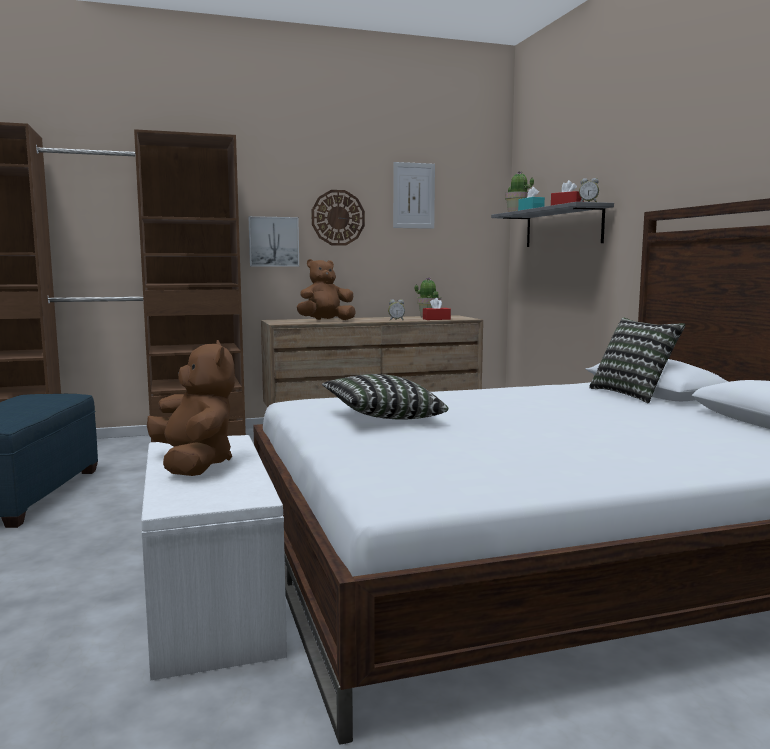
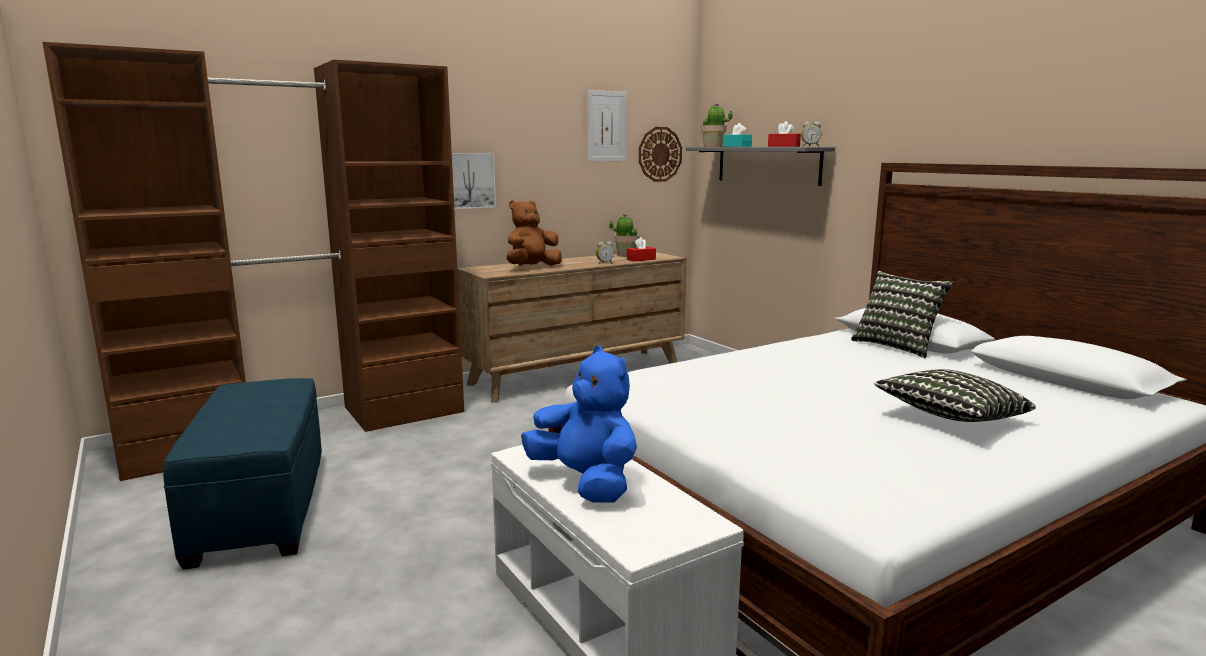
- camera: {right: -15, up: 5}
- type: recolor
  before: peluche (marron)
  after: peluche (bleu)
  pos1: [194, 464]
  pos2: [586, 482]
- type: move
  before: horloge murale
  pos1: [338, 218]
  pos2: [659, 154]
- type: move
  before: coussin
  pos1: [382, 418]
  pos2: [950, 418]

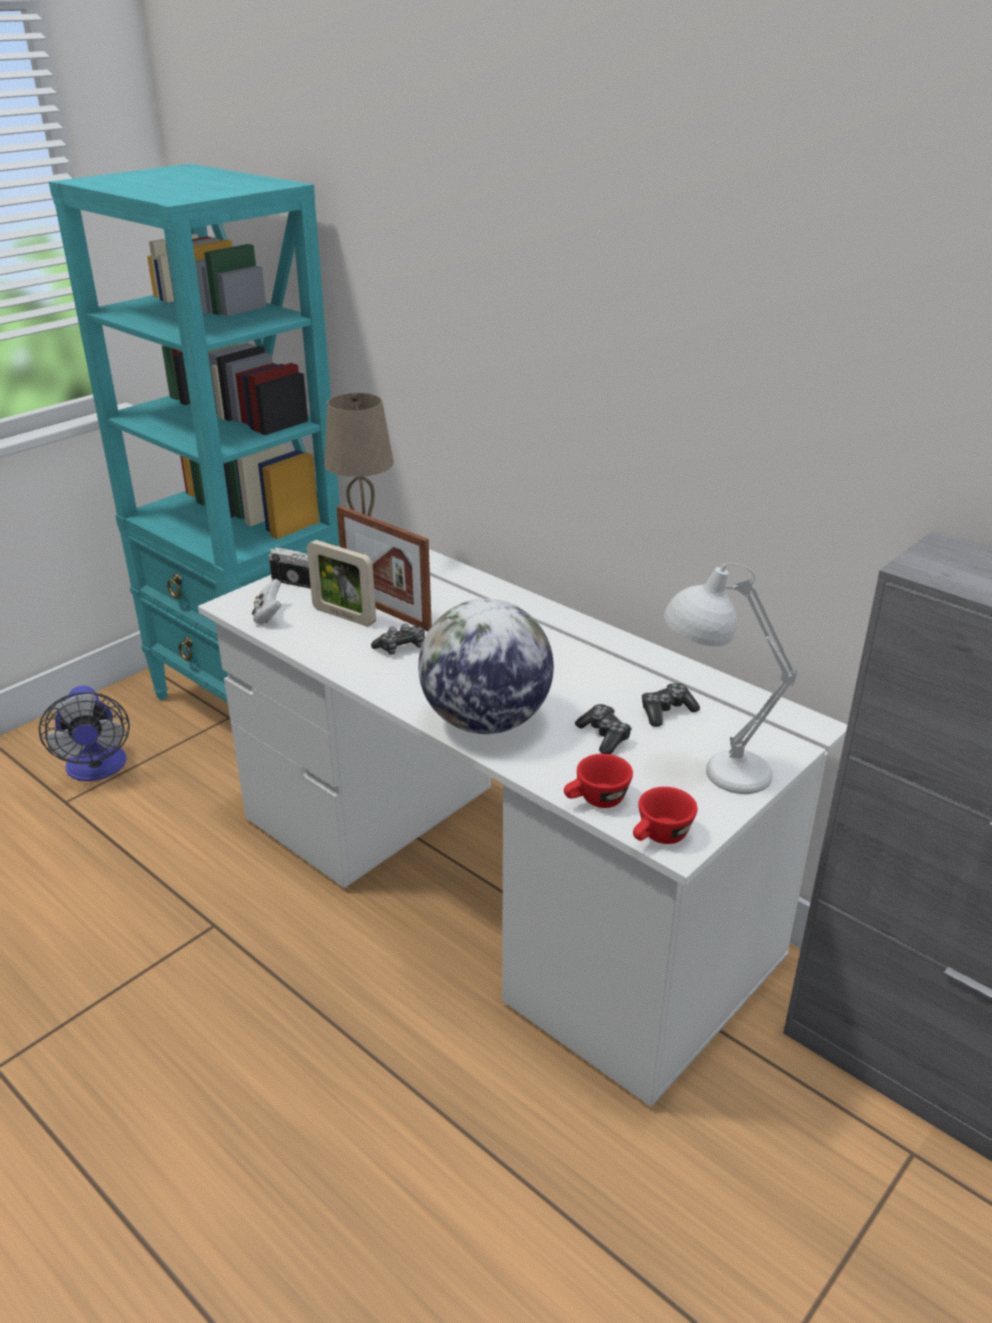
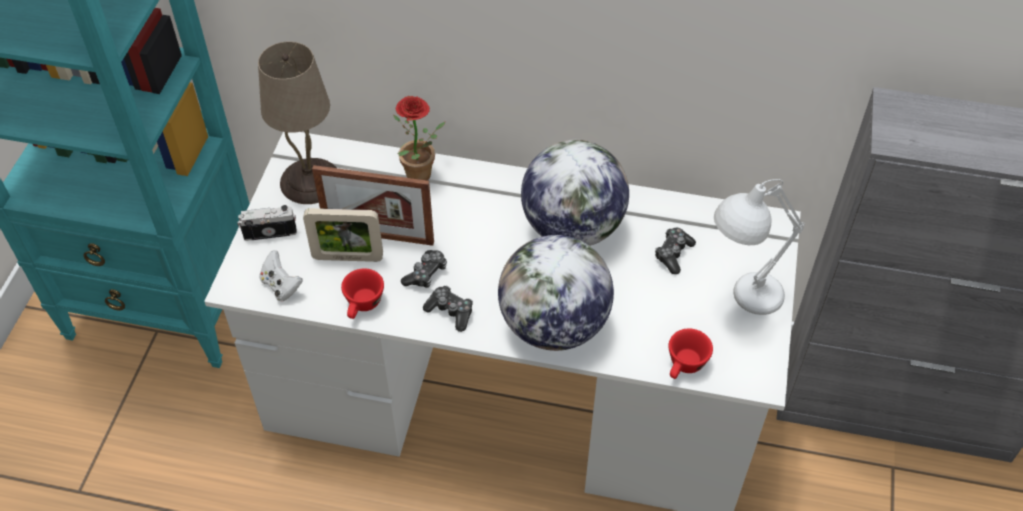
- camera: {right: -30, up: 20}
- type: delete
  before: ventilateur
  pos1: [97, 769]
- type: move
  before: manette
  pos1: [604, 736]
  pos2: [450, 312]
- type: move
  before: tasse (rouge)
  pos1: [659, 837]
  pos2: [363, 306]
- type: insert
  after: plante en pot
  pos2: [420, 178]
- type: insert
  after: globe
  pos2: [572, 228]

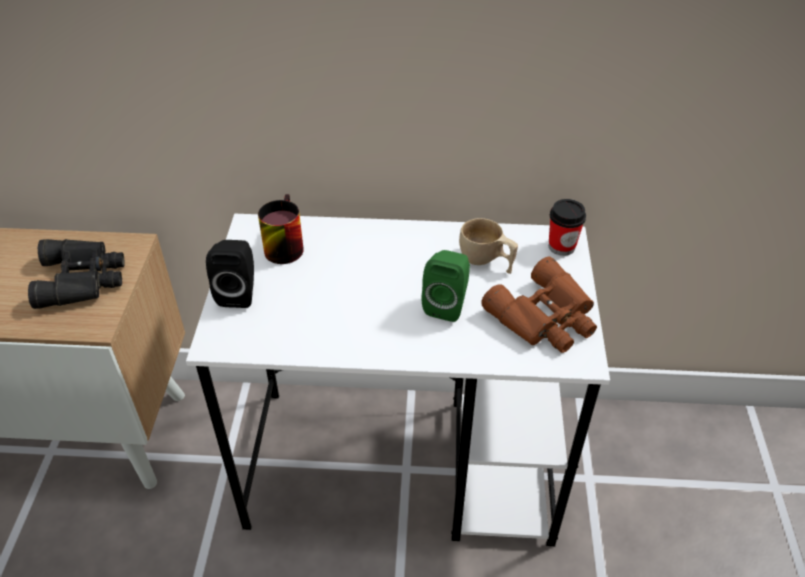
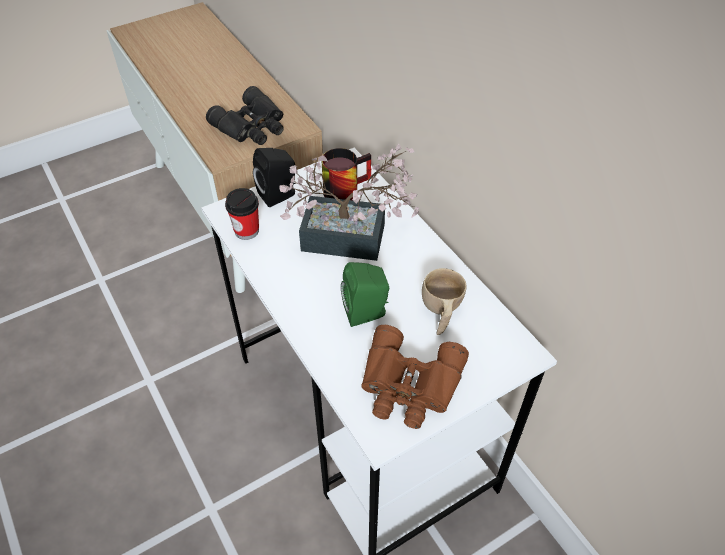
- camera: {right: 55, up: 5}
- type: move
  before: tasse
  pos1: [561, 246]
  pos2: [246, 230]
- type: insert
  after: plante en pot
  pos2: [353, 239]

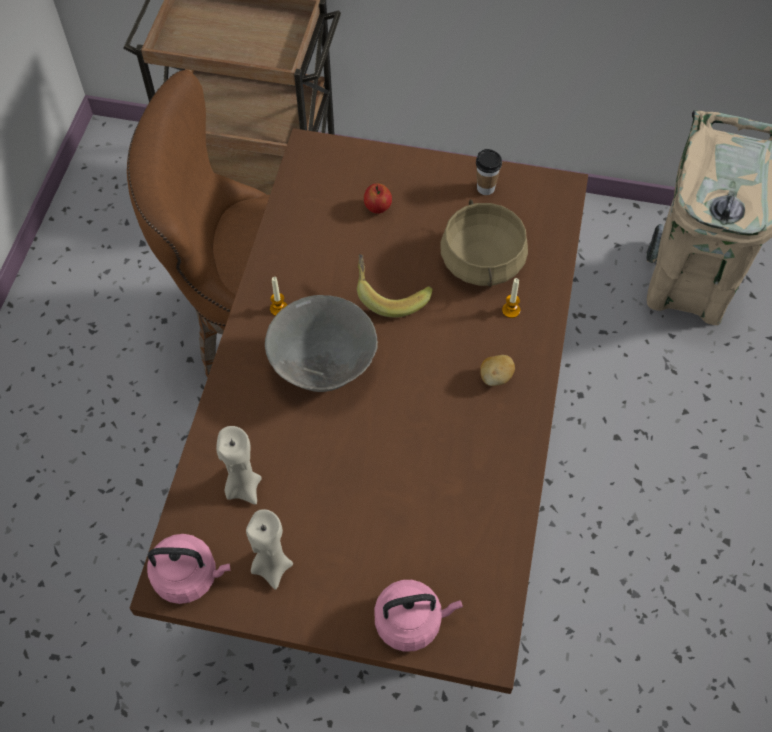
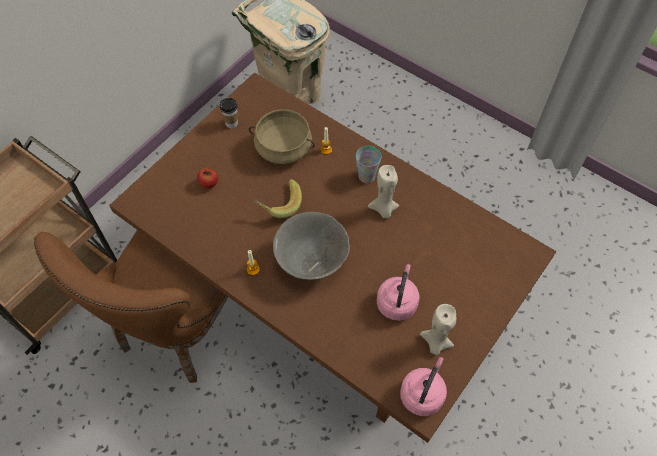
- camera: {right: -65, up: 0}
- type: move
  before: bougie (beige)
  pos1: [243, 487]
  pos2: [383, 209]
- type: move
  before: bouilloire (rose)
  pos1: [412, 621]
  pos2: [397, 302]
- type: replace
  before: pomme de terre
  after: tasse
  pos1: [495, 377]
  pos2: [366, 176]

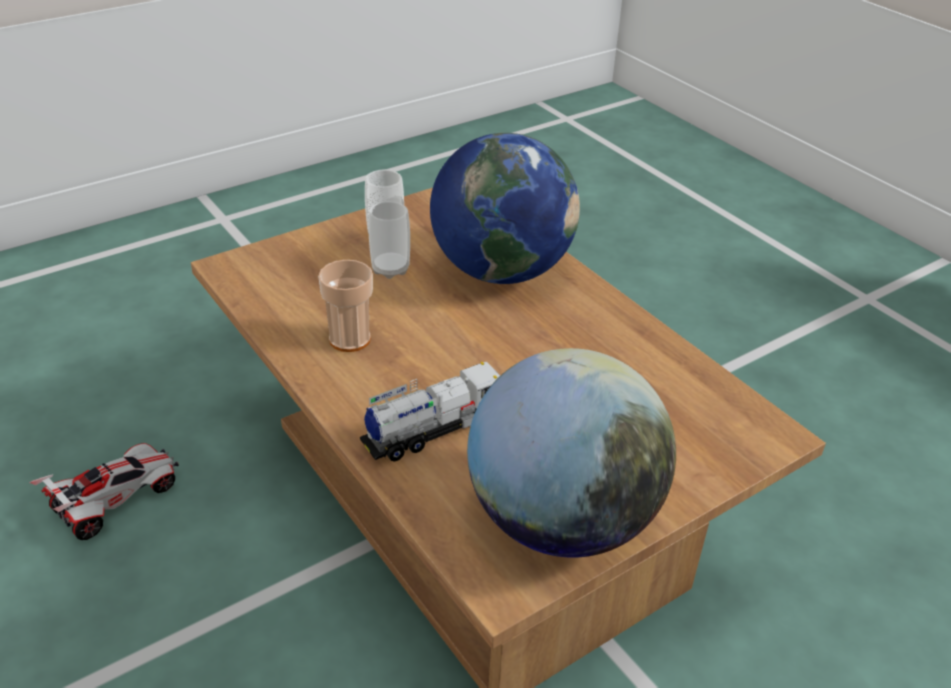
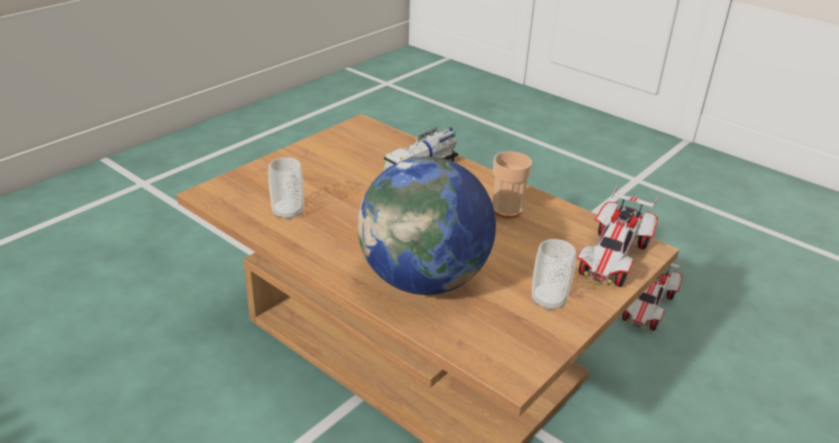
- camera: {right: 165, up: -5}
- type: move
  before: tasse
  pos1: [390, 269]
  pos2: [288, 212]
- type: delete
  before: globe
  pos1: [561, 520]
- type: insert
  after: petite voiture
  pos2: [613, 259]

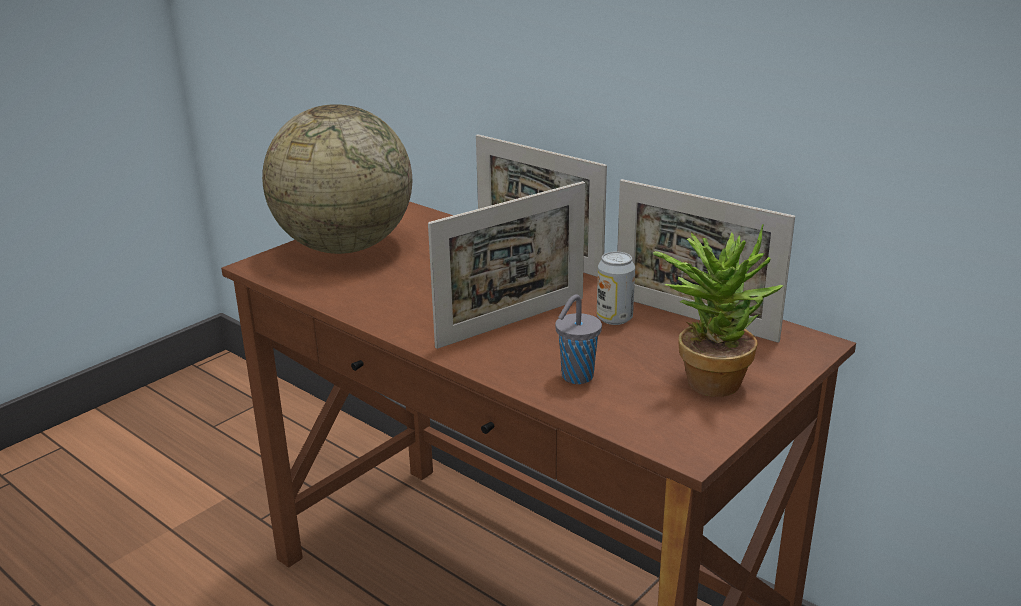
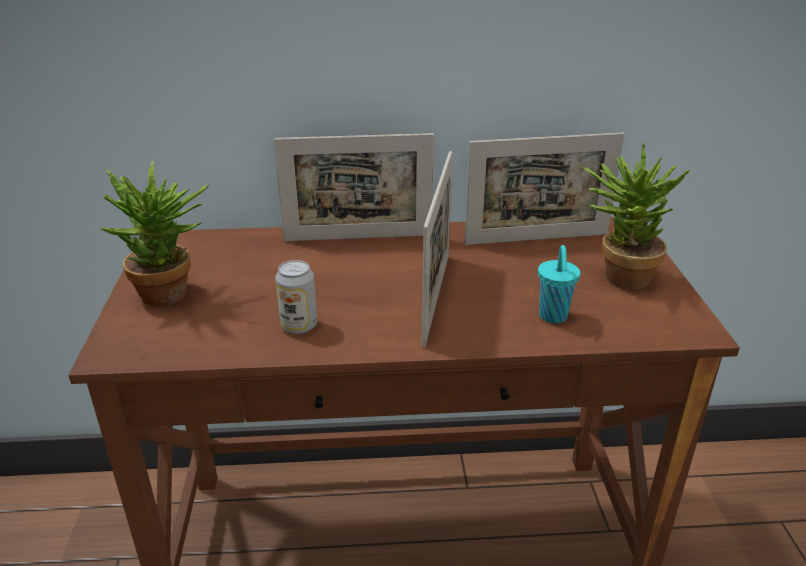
- camera: {right: -45, up: 5}
- type: replace
  before: globe
  after: plante en pot
  pos1: [344, 247]
  pos2: [172, 296]
- type: recolor
  before: tasse (gris)
  after: tasse (turquoise)
  pos1: [575, 377]
  pos2: [553, 317]
- type: move
  before: boîte métallique
  pos1: [614, 318]
  pos2: [299, 326]

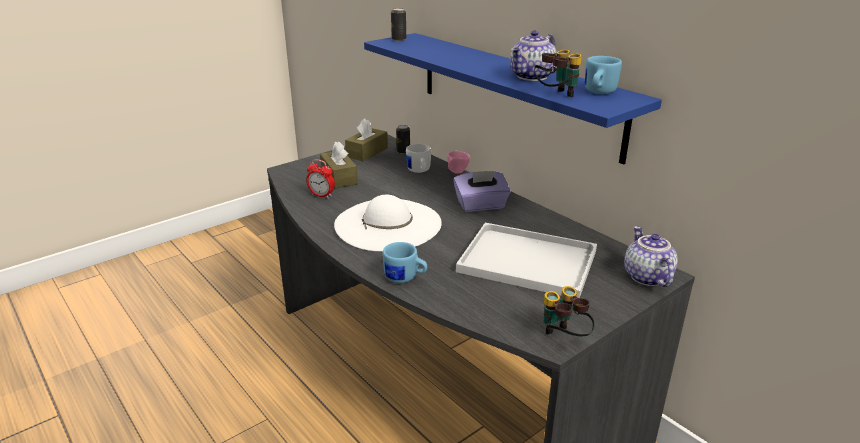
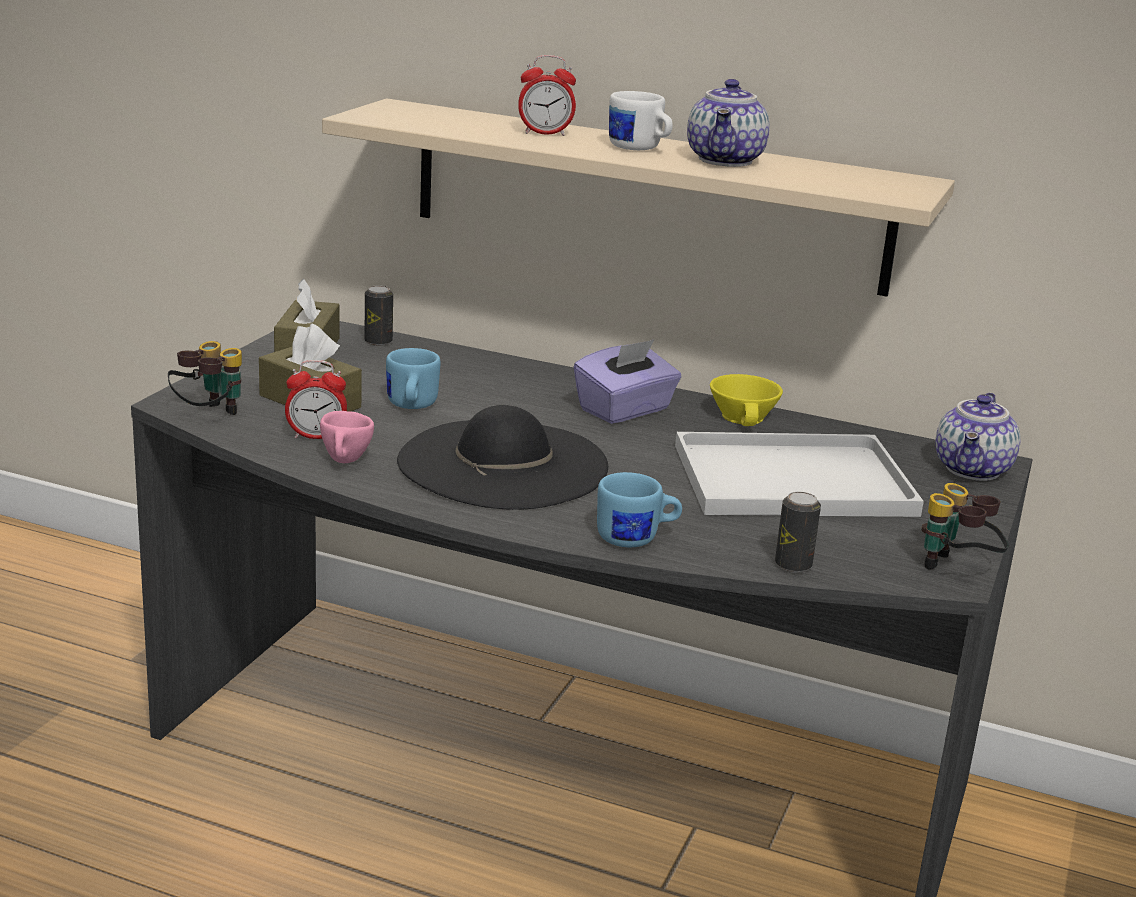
- camera: {right: -30, up: -5}
- type: recolor
  before: chapeau (blanc)
  after: chapeau (noir)
  pos1: [388, 224]
  pos2: [503, 464]
- type: recolor
  before: étagère (bleu)
  after: étagère (beige)
  pos1: [515, 92]
  pos2: [647, 195]
- type: move
  before: boîte métallique
  pos1: [399, 39]
  pos2: [793, 565]
- type: move
  before: mug (blanc)
  pos1: [419, 171]
  pos2: [639, 149]
- type: move
  before: tasse (rose)
  pos1: [456, 173]
  pos2: [345, 462]
- type: move
  before: jumelles
  pos1: [555, 96]
  pos2: [208, 415]
- type: move
  before: mug (bleu)
  pos1: [598, 92]
  pos2: [410, 406]
- type: rotate
  before: théière
  pos1: [646, 277]
  pos2: [974, 470]
  turn: -120
- type: insert
  after: réveil
  pos2: [545, 133]
- type: insert
  after: tasse (jaune)
  pos2: [746, 417]

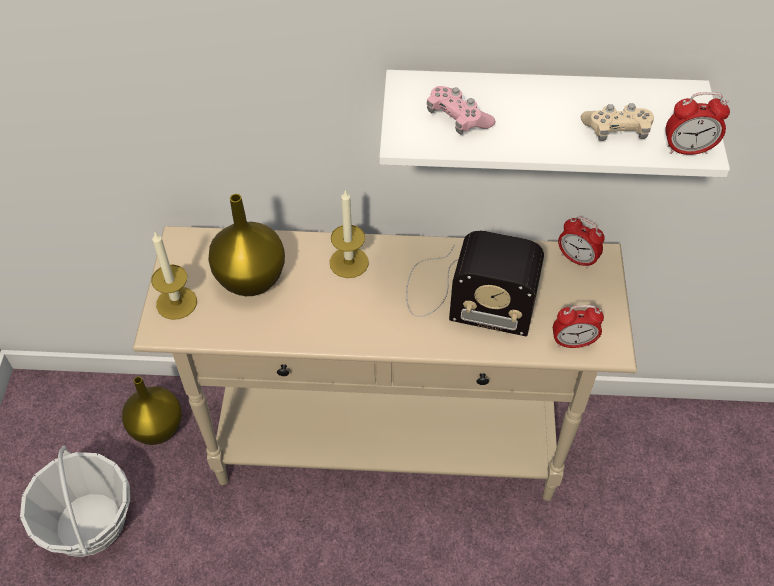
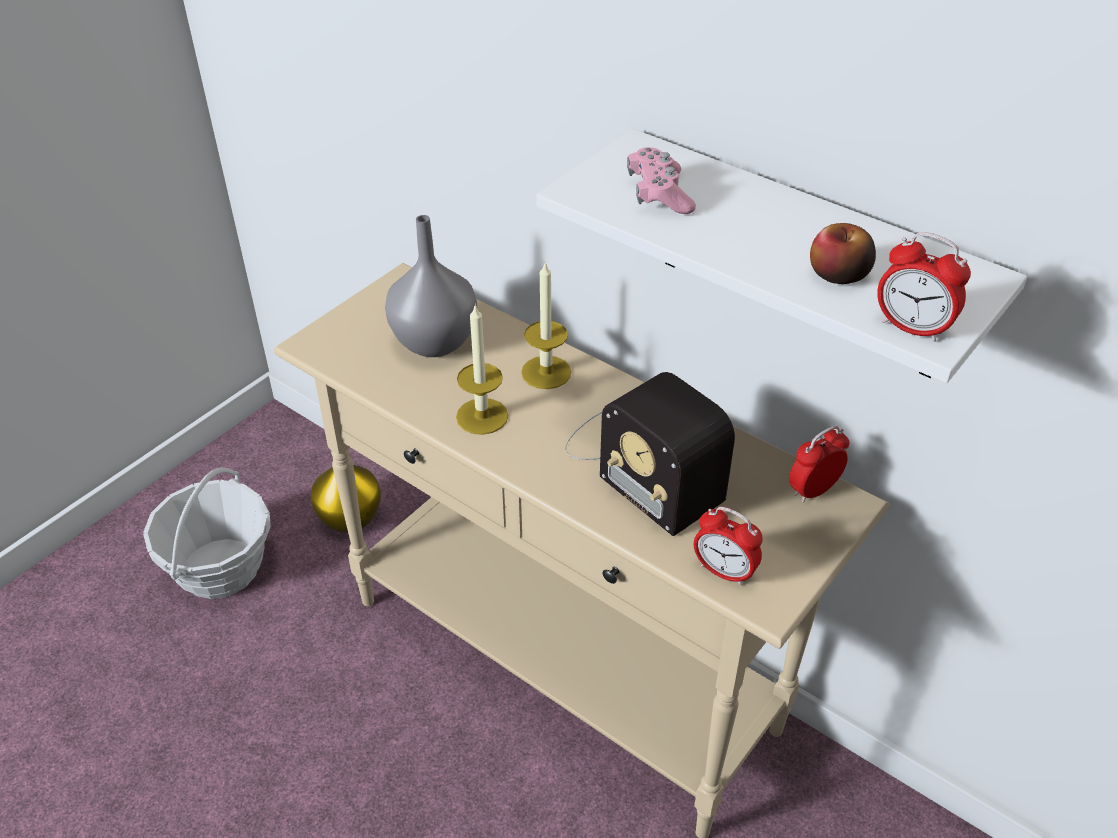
- camera: {right: 35, up: -10}
- type: move
  before: bougie
  pos1: [176, 303]
  pos2: [482, 416]
- type: recolor
  before: vase (jaune)
  after: vase (gris)
  pos1: [250, 278]
  pos2: [435, 341]
- type: rotate
  before: réveil
  pos1: [576, 259]
  pos2: [813, 490]
  turn: 75
- type: replace
  before: manette (beige)
  after: pomme
  pos1: [616, 130]
  pos2: [838, 274]

